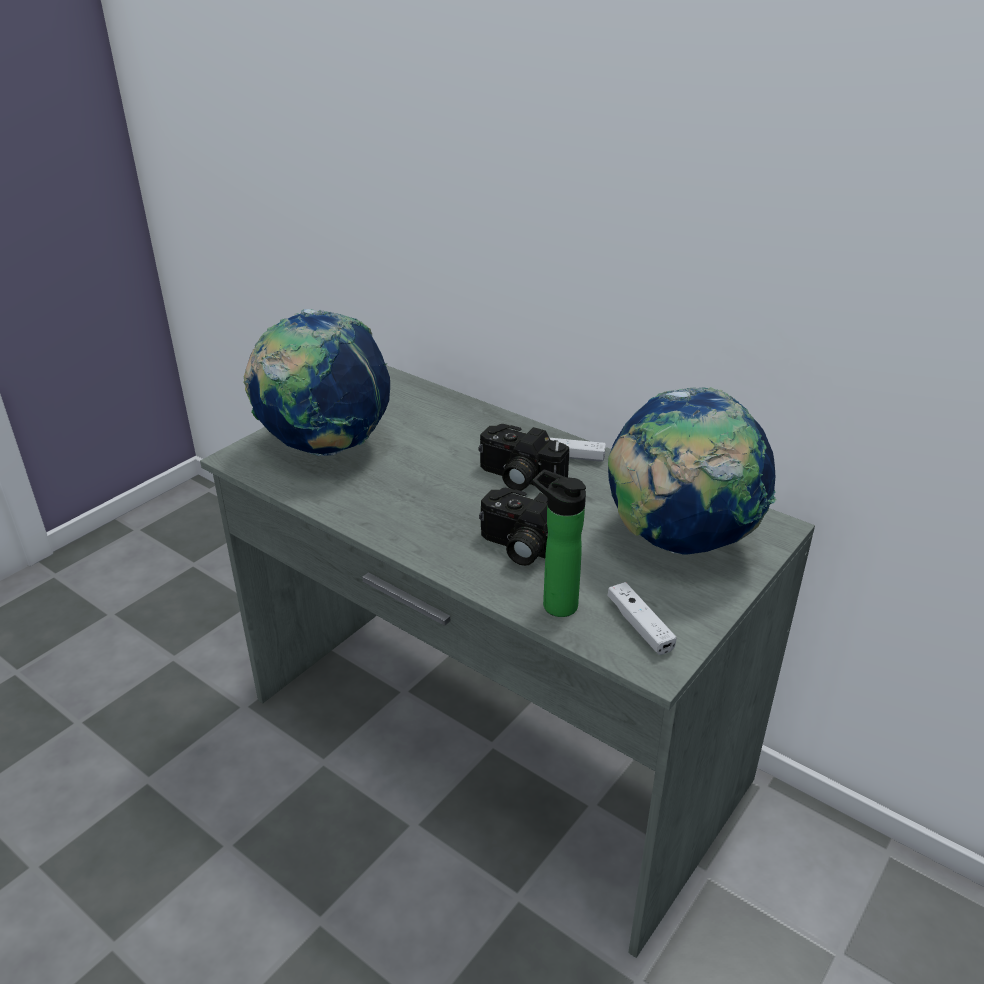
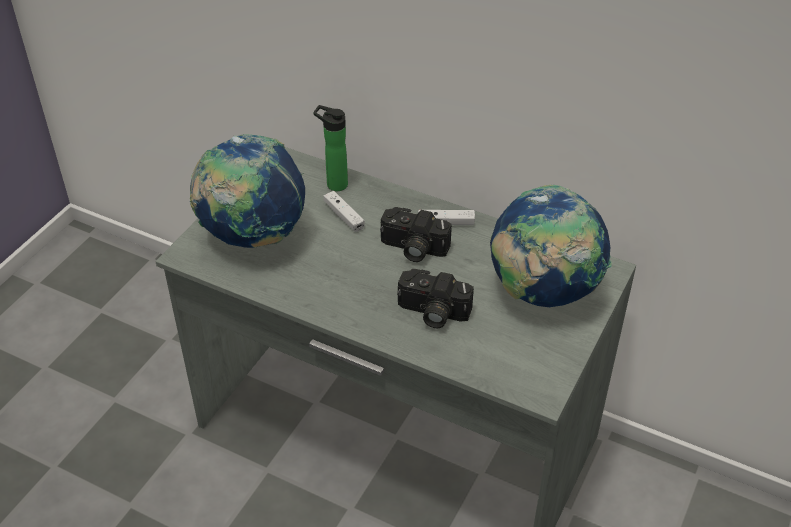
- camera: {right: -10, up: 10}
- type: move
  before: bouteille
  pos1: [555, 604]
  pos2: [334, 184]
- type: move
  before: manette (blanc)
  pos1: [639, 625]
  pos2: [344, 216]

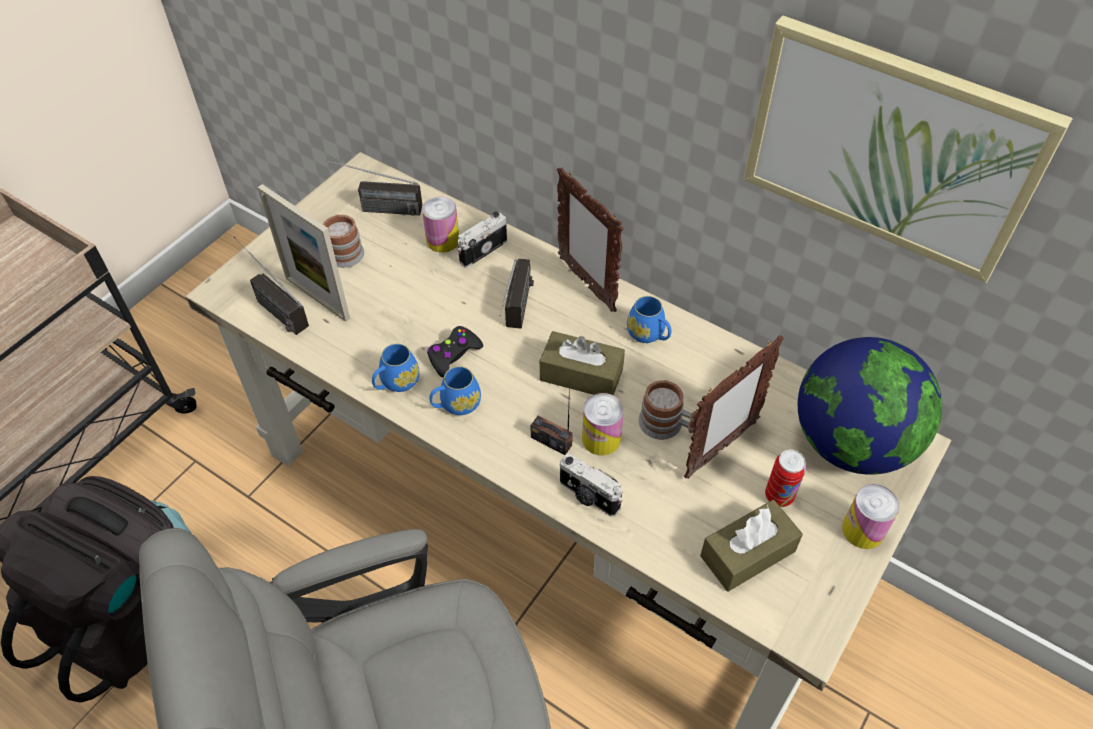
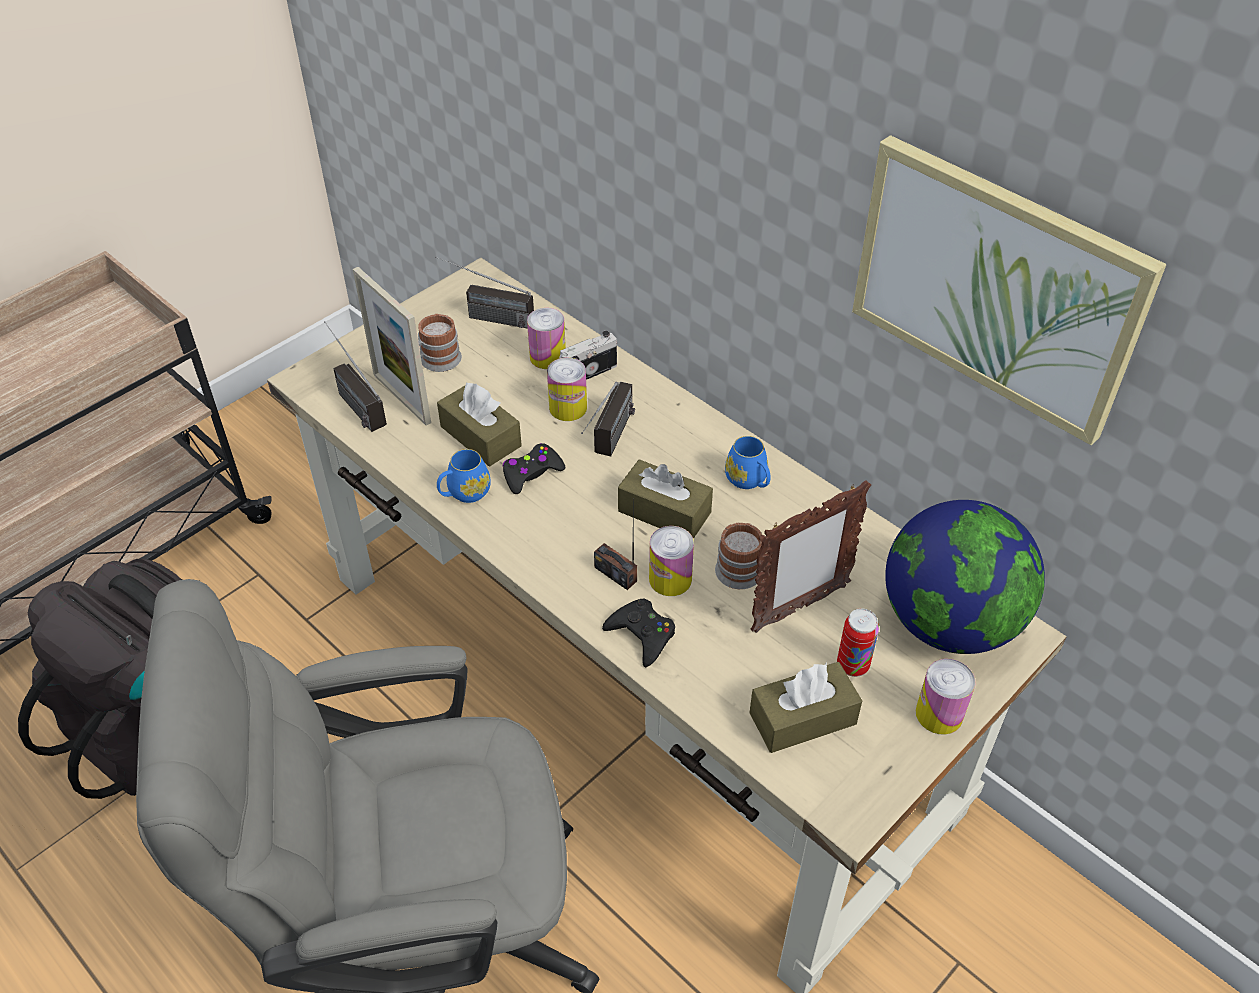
- camera: {right: 10, up: -5}
- type: delete
  before: mug (bleu)
  pos1: [456, 404]
- type: delete
  before: cadre photo
  pos1: [586, 283]
- type: replace
  before: appareil photo
  after: manette (noir)
  pos1: [588, 496]
  pos2: [642, 635]
- type: insert
  after: boîte à mouchoirs (marron)
  pos2: [480, 436]
- type: insert
  after: boîte métallique
  pos2: [568, 408]

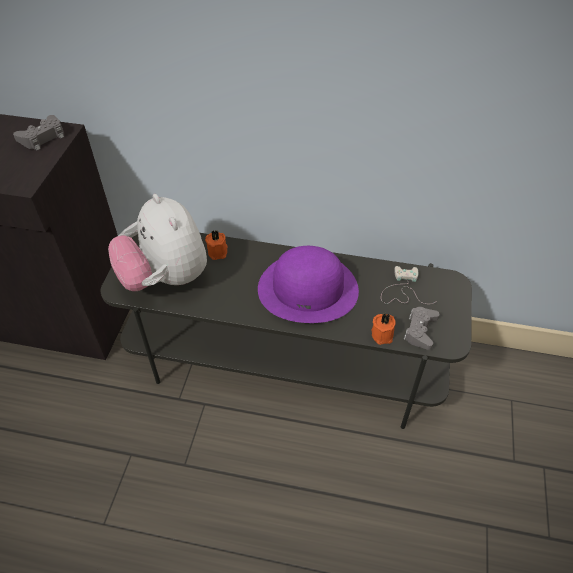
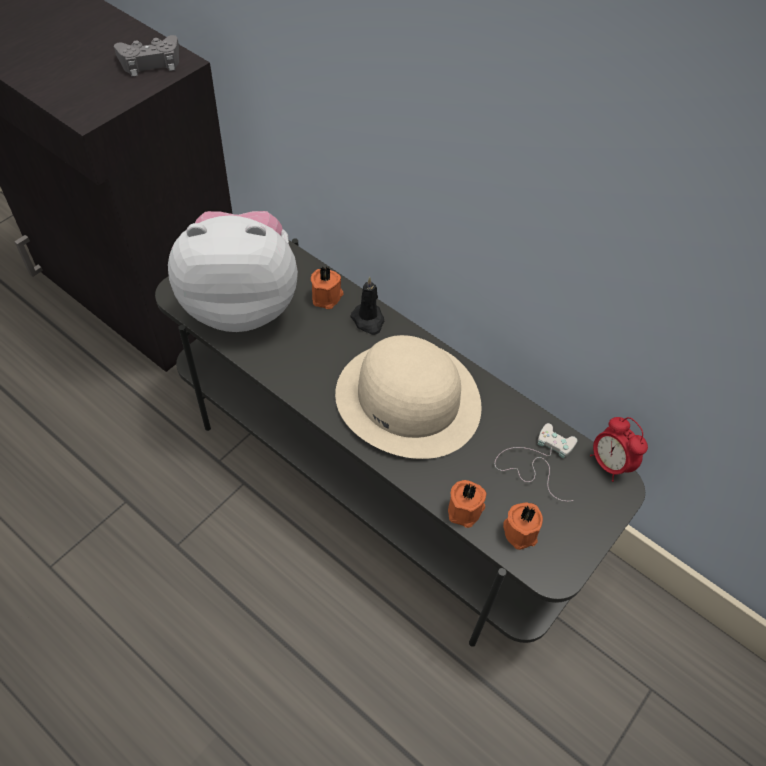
- camera: {right: 25, up: 5}
- type: rotate
  before: peluche
  pos1: [165, 278]
  pos2: [241, 303]
  turn: 90
- type: recolor
  before: chapeau (violet)
  after: chapeau (beige)
  pos1: [308, 288]
  pos2: [409, 399]
- type: replace
  before: manette (gris)
  after: bougie (orange)
  pos1: [420, 330]
  pos2: [521, 531]
- type: insert
  after: bougie (noir)
  pos2: [368, 320]
- type: insert
  after: réveil
  pos2: [609, 464]

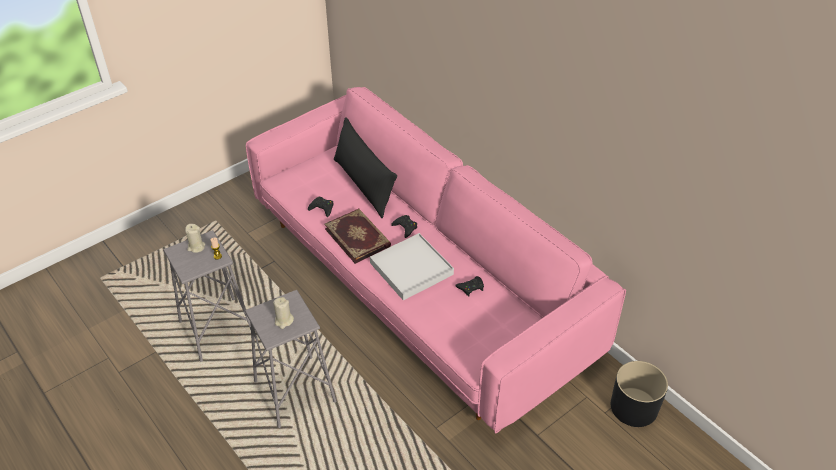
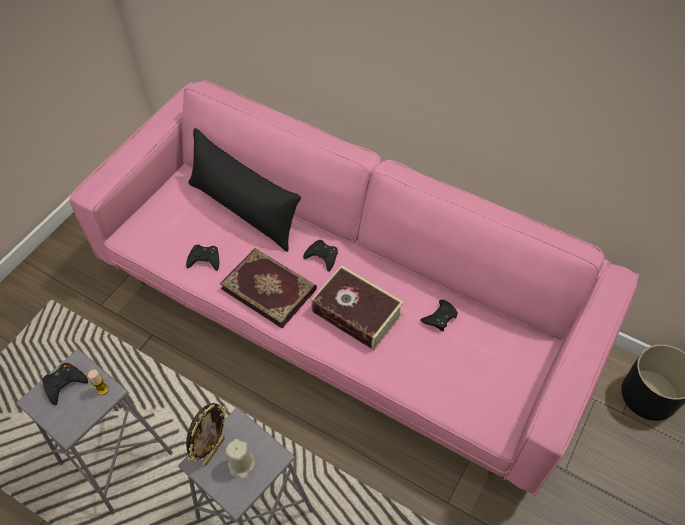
- camera: {right: -20, up: 10}
- type: replace
  before: bougie (beige)
  after: manette (noir)
  pos1: [196, 247]
  pos2: [64, 384]
- type: replace
  before: plateau (blanc)
  after: livre
  pos1: [411, 268]
  pos2: [356, 313]
- type: insert
  after: cadre photo
  pos2: [213, 451]

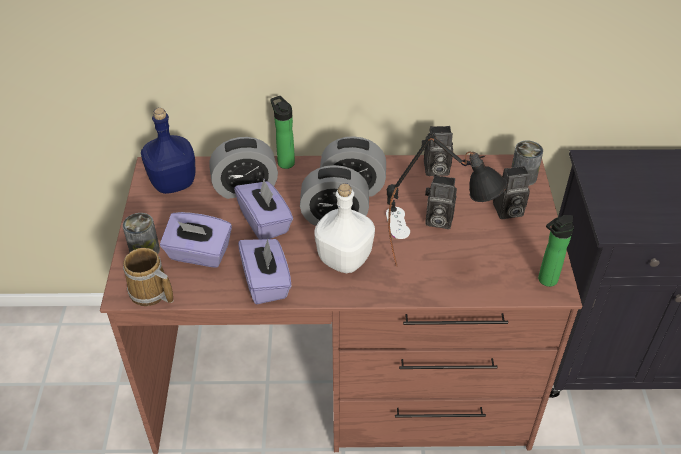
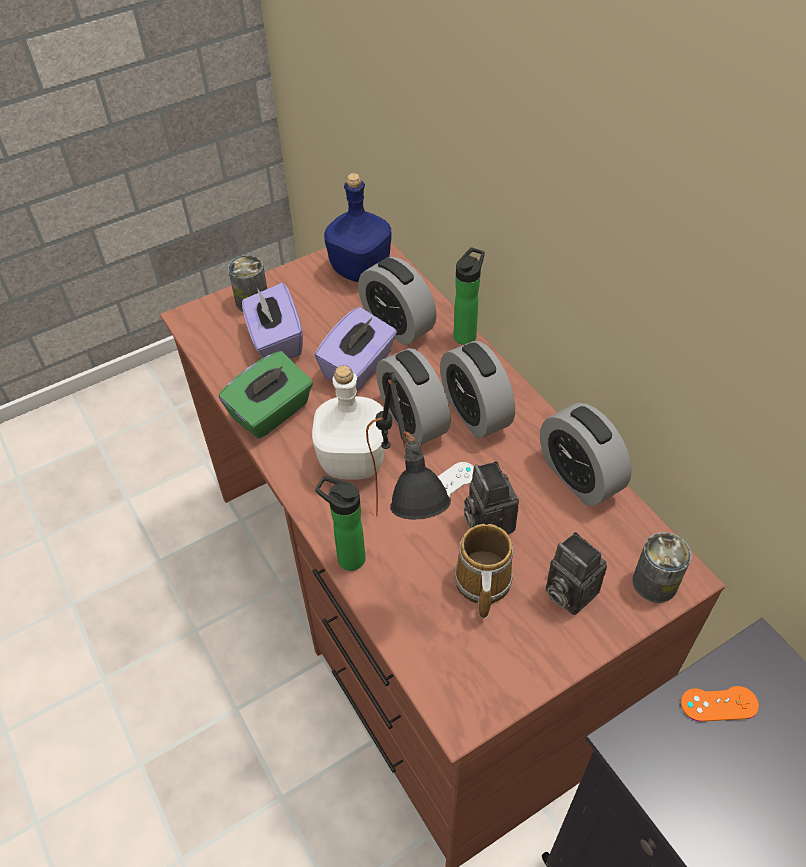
- camera: {right: 60, up: 5}
- type: move
  before: mug
  pos1: [150, 293]
  pos2: [481, 584]
- type: recolor
  before: boîte à mouchoirs (violet)
  after: boîte à mouchoirs (vert)
  pos1: [266, 282]
  pos2: [271, 412]
- type: replace
  before: appareil photo
  after: réveil
  pos1: [435, 169]
  pos2: [579, 477]
- type: move
  before: bouteille
  pos1: [545, 281]
  pos2: [347, 557]
- type: insert
  after: manette (orange)
  pos2: [719, 704]

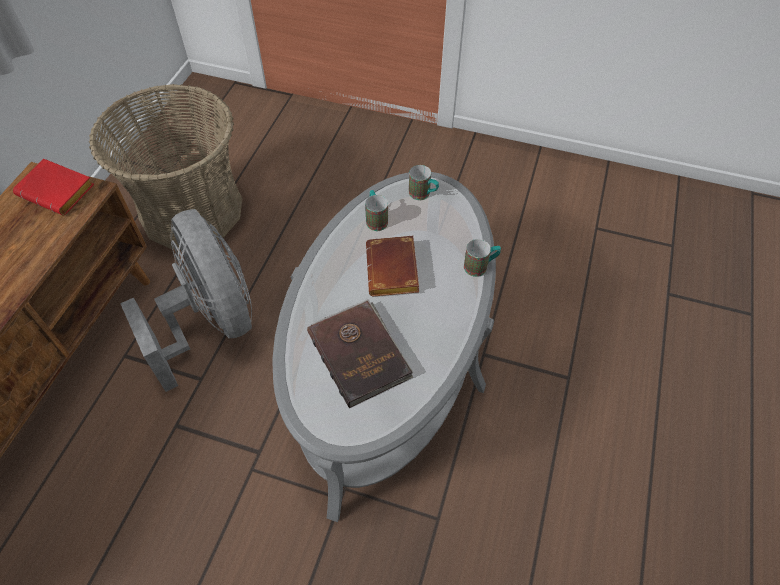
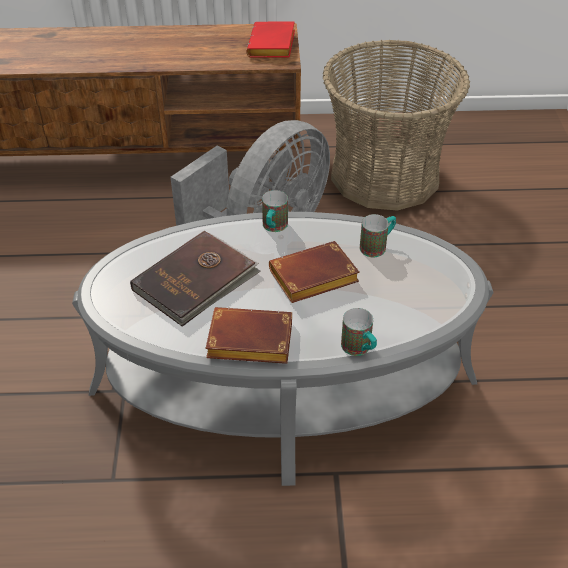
- camera: {right: 70, up: -10}
- type: move
  before: mug
  pos1: [423, 194]
  pos2: [273, 228]
- type: insert
  after: livre (marron)
  pos2: [247, 342]

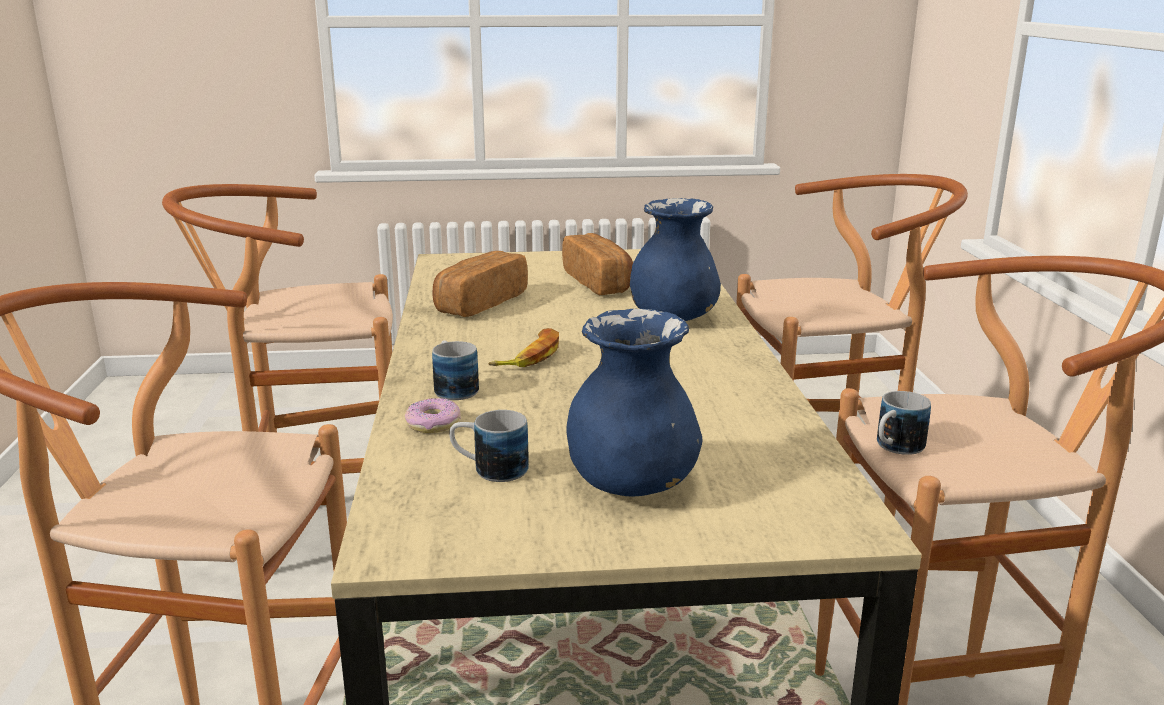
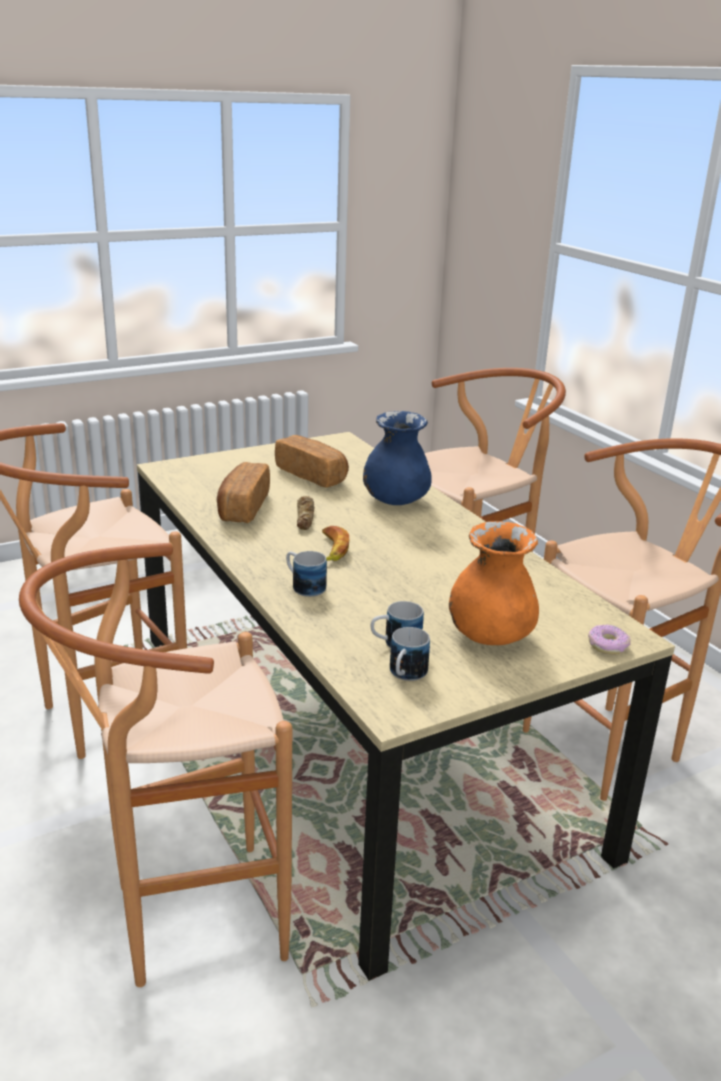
- camera: {right: -25, up: 5}
- type: move
  before: beignet
  pos1: [433, 424]
  pos2: [608, 645]
- type: recolor
  before: vase (bleu)
  after: vase (orange)
  pos1: [631, 484]
  pos2: [490, 636]
- type: move
  before: mug
  pos1: [894, 448]
  pos2: [405, 675]
- type: insert
  after: pain
  pos2: [305, 517]

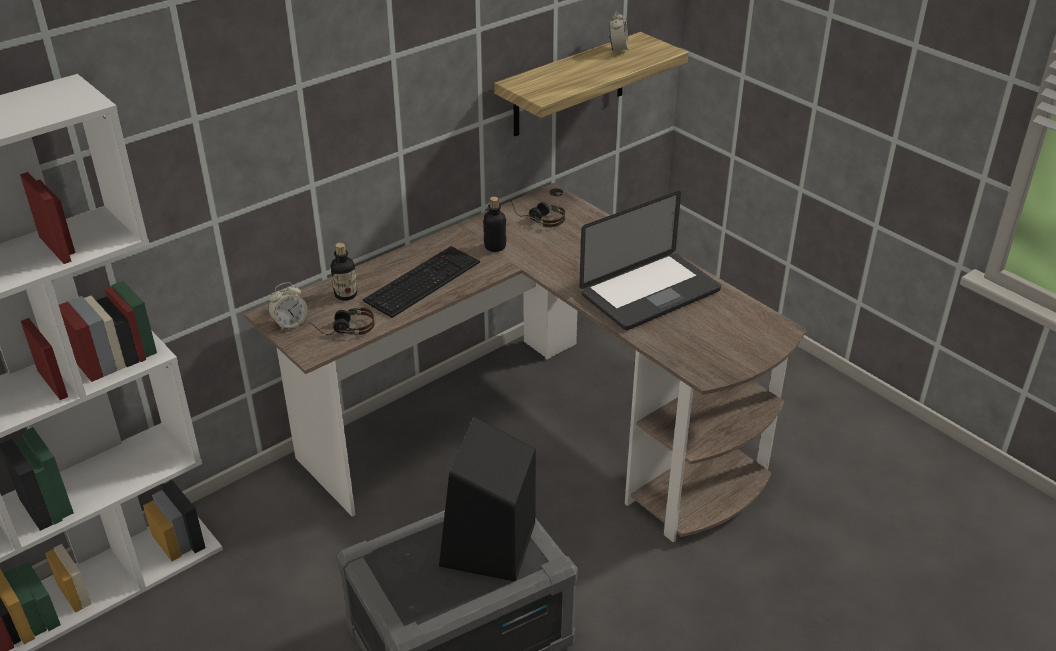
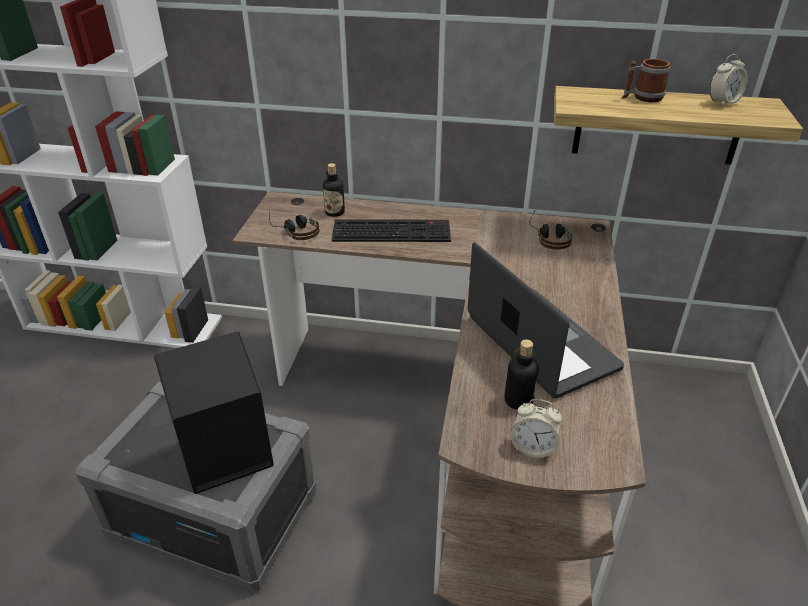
- camera: {right: 50, up: 0}
- type: move
  before: réveil
  pos1: [290, 323]
  pos2: [533, 447]
- type: move
  before: bouteille
  pos1: [495, 247]
  pos2: [518, 400]
- type: rotate
  before: ordinateur portable
  pos1: [650, 293]
  pos2: [541, 343]
  turn: -135
- type: insert
  after: mug
  pos2: [642, 98]

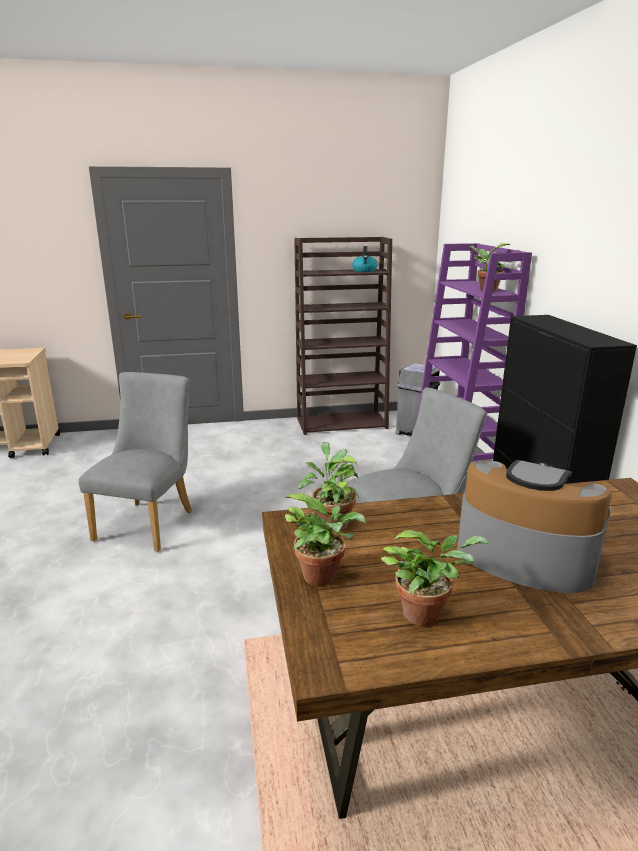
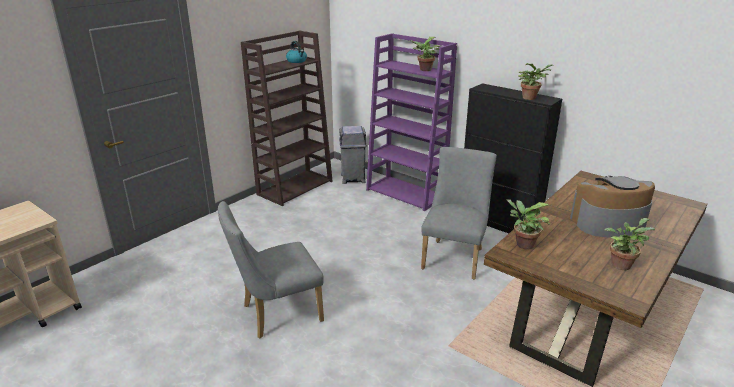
- camera: {right: -40, up: 5}
- type: rotate
  before: chaise (gris)
  pos1: [149, 522]
  pos2: [276, 314]
  turn: -90
- type: move
  before: plante en pot
  pos1: [324, 577]
  pos2: [530, 97]

